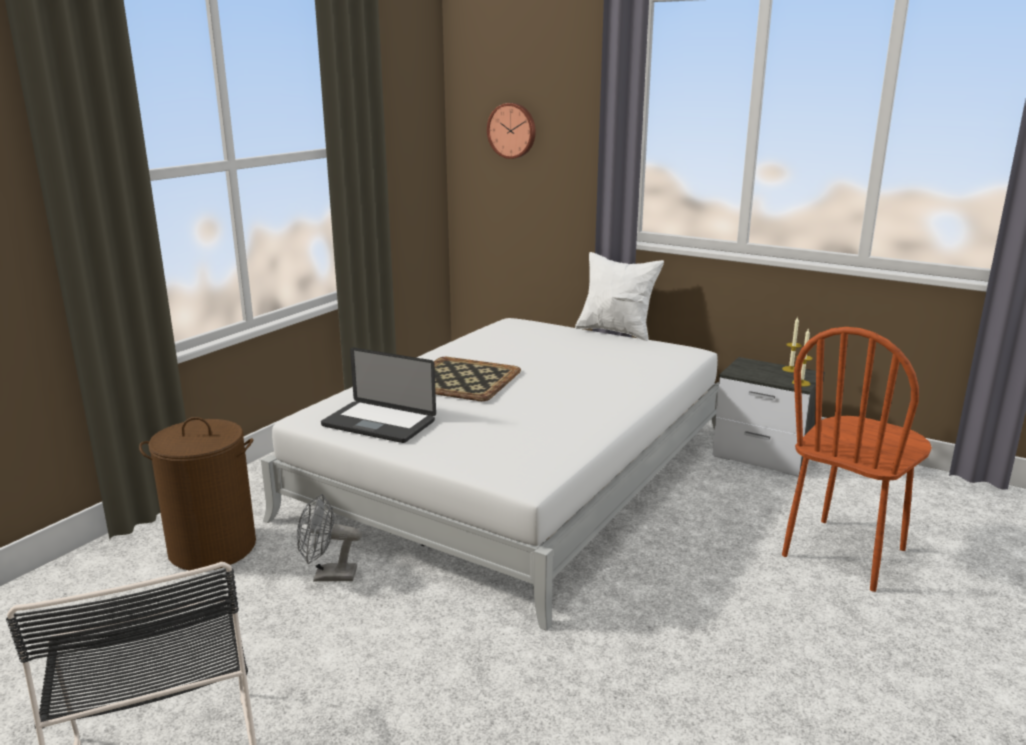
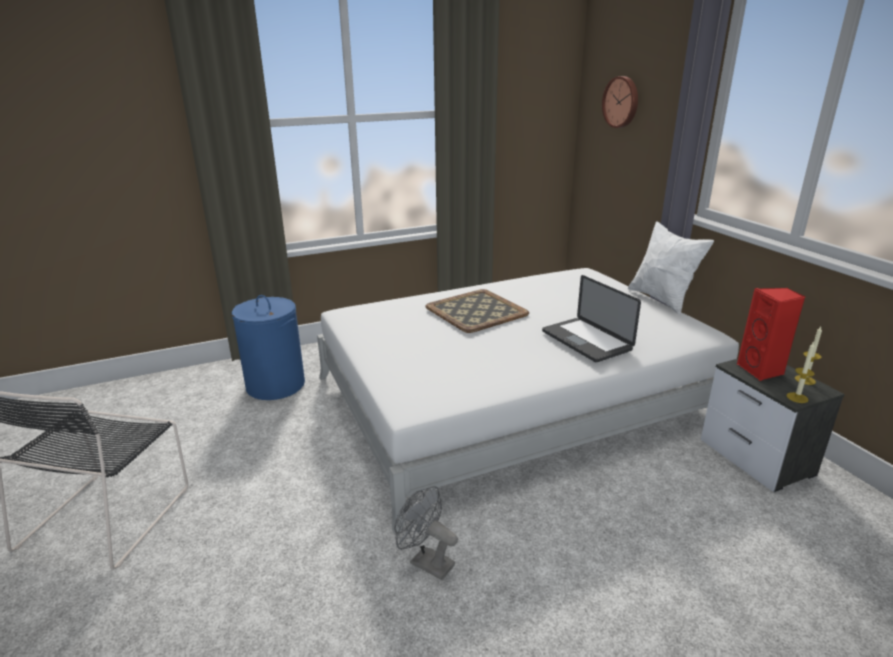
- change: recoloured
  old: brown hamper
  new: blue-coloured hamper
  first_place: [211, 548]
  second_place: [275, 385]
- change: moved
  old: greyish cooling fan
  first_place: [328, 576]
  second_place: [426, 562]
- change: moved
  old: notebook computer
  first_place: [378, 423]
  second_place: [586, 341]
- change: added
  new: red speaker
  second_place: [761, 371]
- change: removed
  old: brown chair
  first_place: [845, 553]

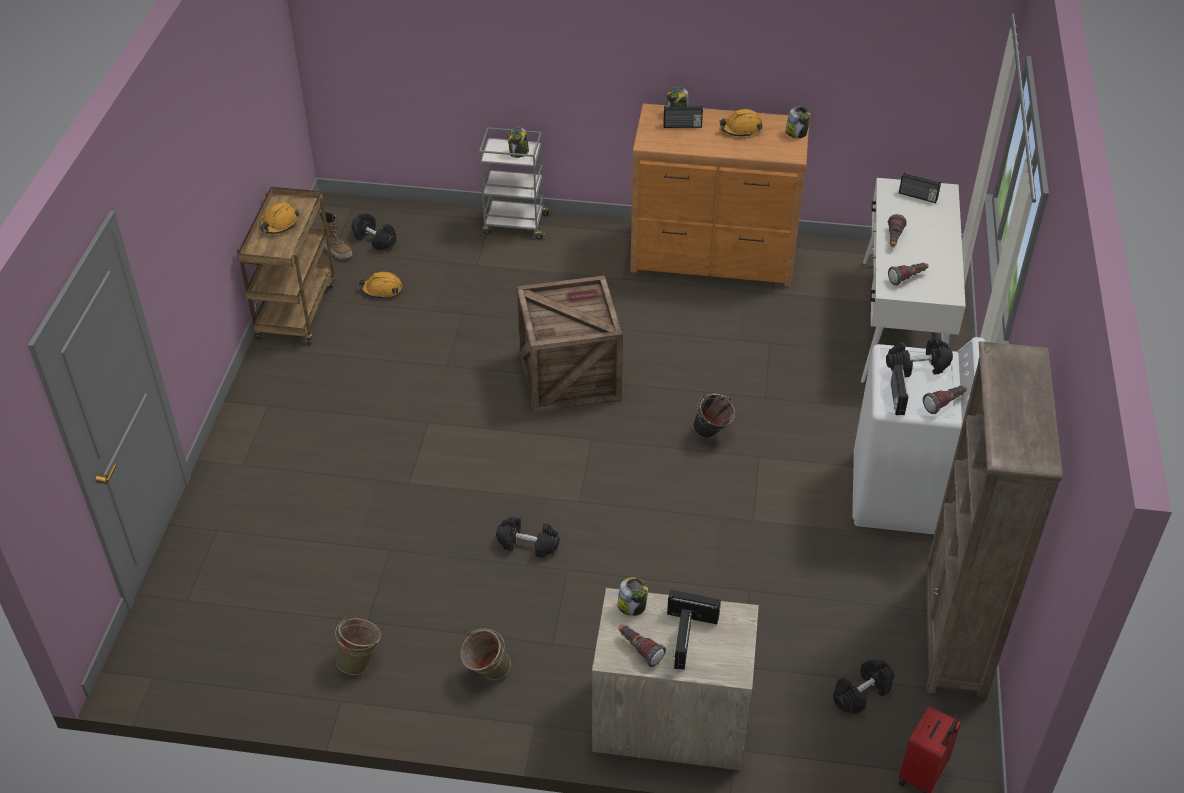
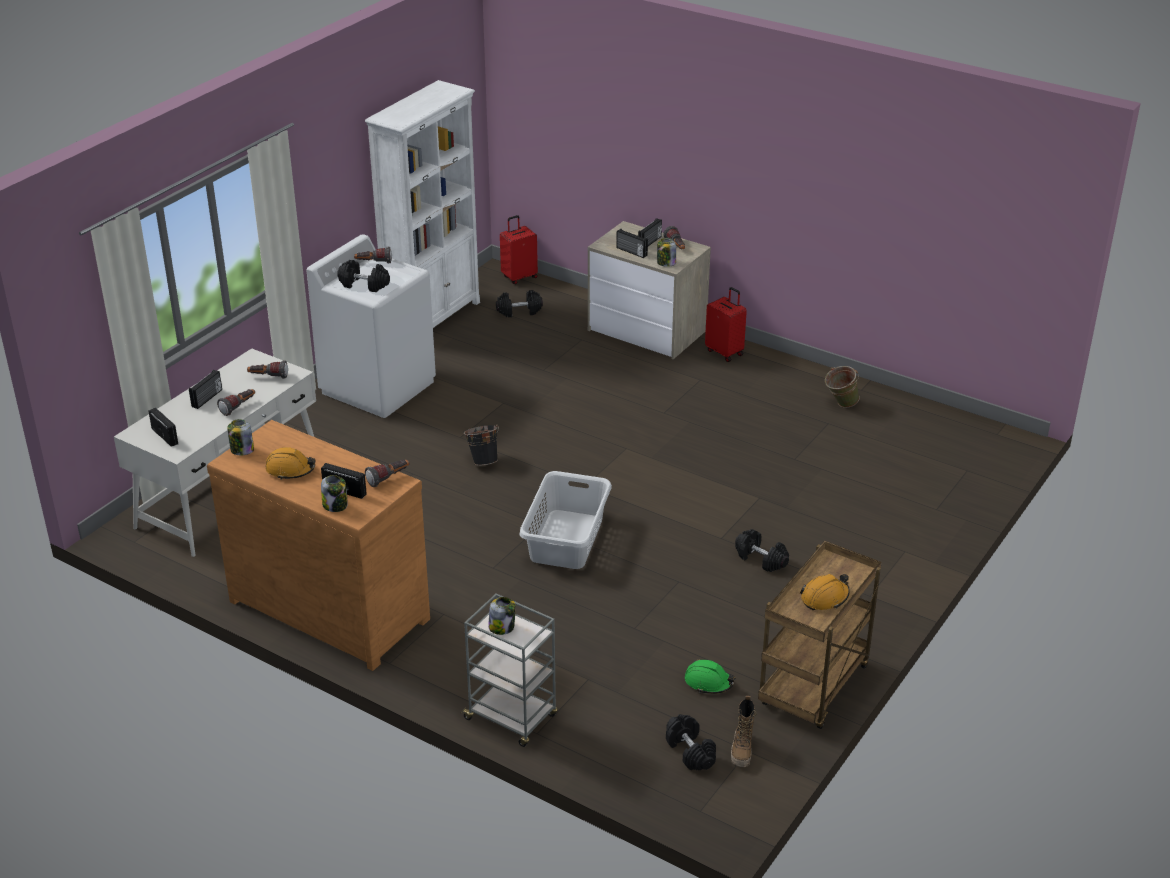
- change: moved
  old: radio
  first_place: [896, 398]
  second_place: [207, 398]
- change: recoloured
  old: brown bookshelf
  new: white-coloured bookshelf
  first_place: [953, 635]
  second_place: [433, 318]
- change: added
  new: torch
  second_place: [389, 478]
- change: replaced
  old: crate
  new: greyish hamper
  first_place: [570, 374]
  second_place: [565, 539]
- change: recoloured
  old: orangey safety helmet
  new: green safety helmet
  first_place: [382, 290]
  second_place: [708, 682]
- change: added
  new: red suitcase
  second_place: [725, 352]
- change: turned
  old: high-top boot
  first_place: [337, 250]
  second_place: [742, 751]
  degrees: -150
- change: moved
  old: blackish hand weight
  first_place: [528, 544]
  second_place: [760, 559]
- change: removed
  old: green bucket
  first_place: [486, 673]

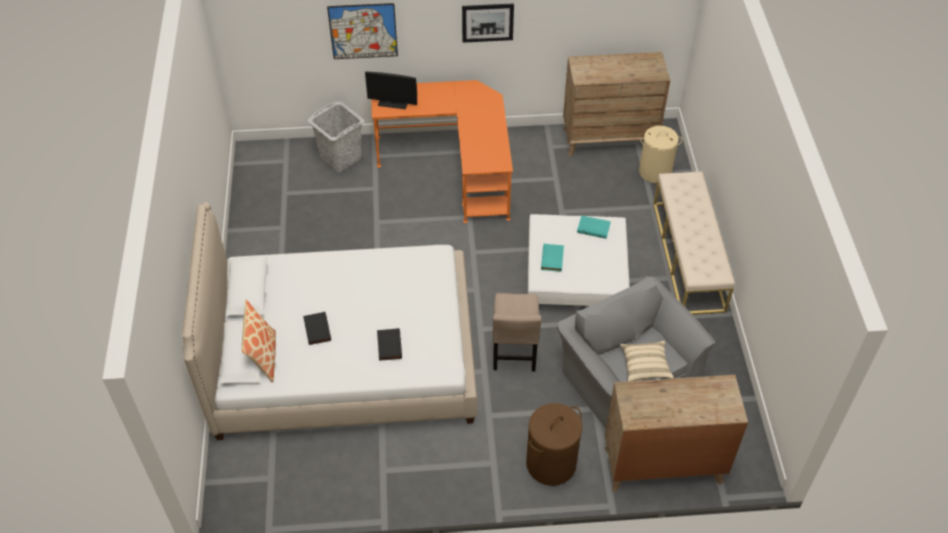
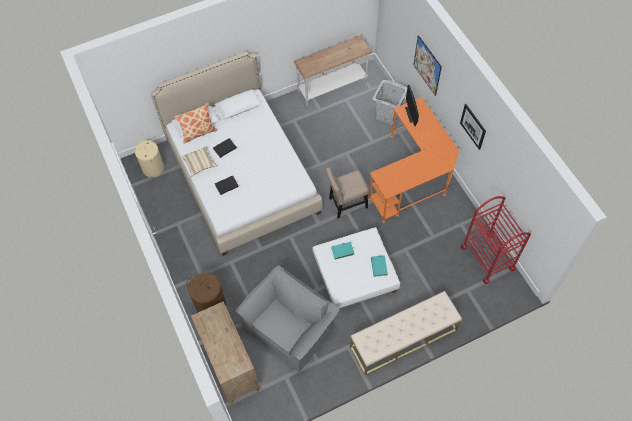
- change: moved
  old: beige-coloured hamper
  first_place: [654, 172]
  second_place: [153, 168]
- change: moved
  old: beige-coloured pillow
  first_place: [645, 366]
  second_place: [199, 164]
- change: added
  new: white-coloured console table
  second_place: [333, 87]
- change: moved
  old: beige-coloured chair
  first_place: [514, 352]
  second_place: [346, 204]
- change: replaced
  old: brown dresser
  new: red cart
  first_place: [609, 140]
  second_place: [487, 258]

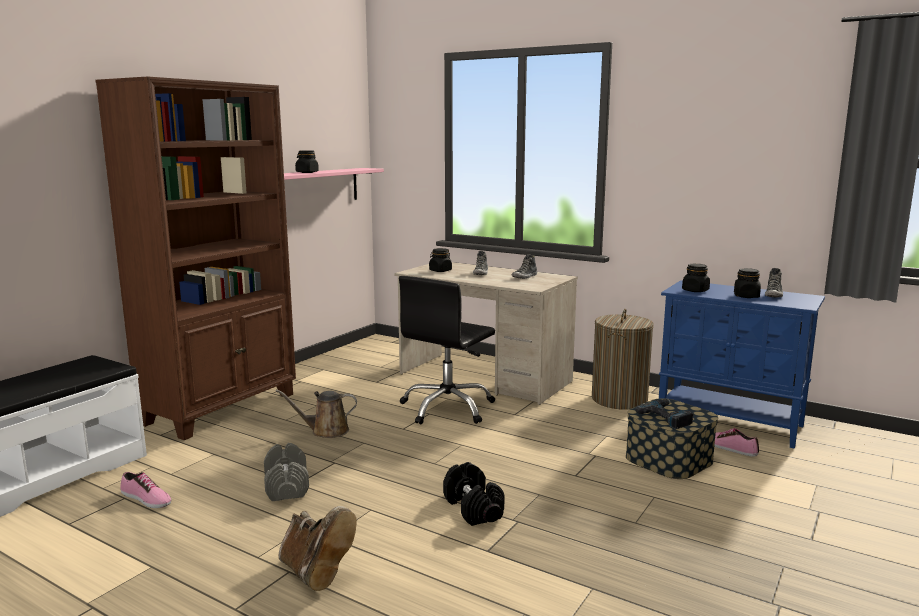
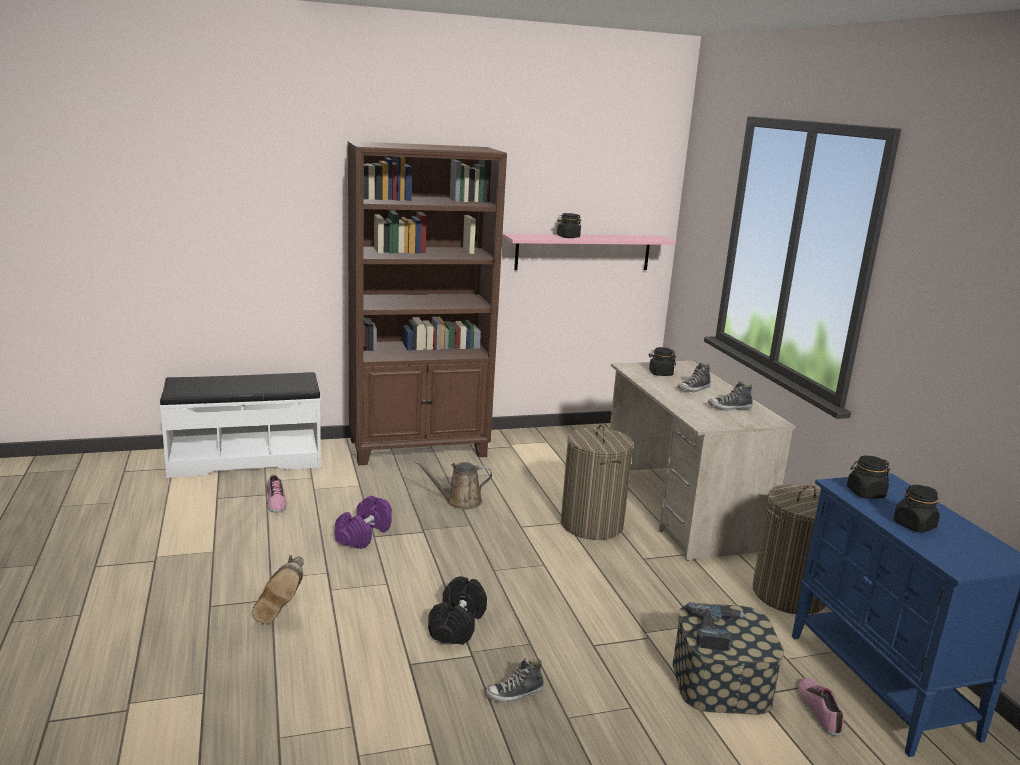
- change: recoloured
  old: greyish hand weight
  new: purple-coloured hand weight
  first_place: [287, 486]
  second_place: [363, 535]
- change: turned
  old: brown watering can
  first_place: [326, 431]
  second_place: [459, 501]
  degrees: -45
- change: moved
  old: low shoe
  first_place: [774, 295]
  second_place: [514, 694]
- change: replaced
  old: blackish office chair
  new: hamper
  first_place: [447, 408]
  second_place: [591, 524]

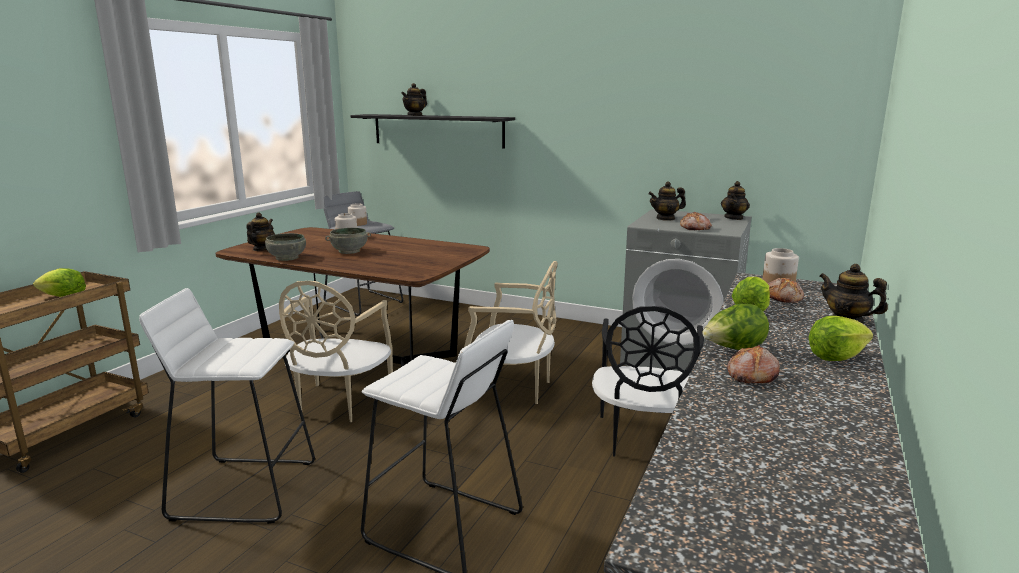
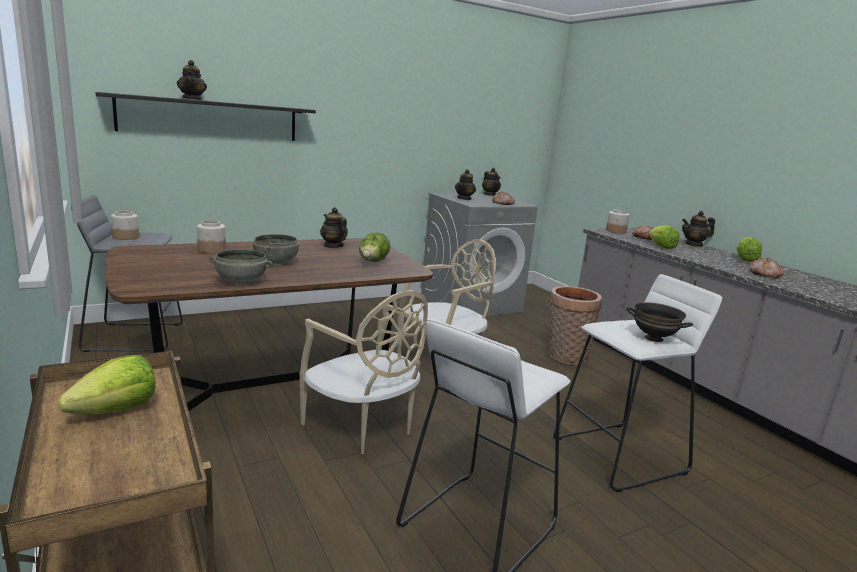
- change: moved
  old: tea pot
  first_place: [262, 249]
  second_place: [333, 246]
- change: moved
  old: lettuce
  first_place: [733, 350]
  second_place: [373, 262]
- change: replaced
  old: blackish chair
  new: household basket
  first_place: [644, 440]
  second_place: [565, 357]
- change: added
  new: blackish bowl
  second_place: [653, 338]

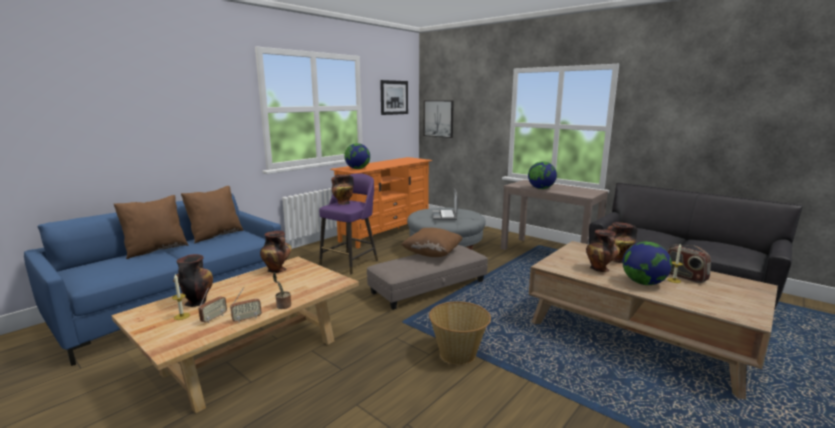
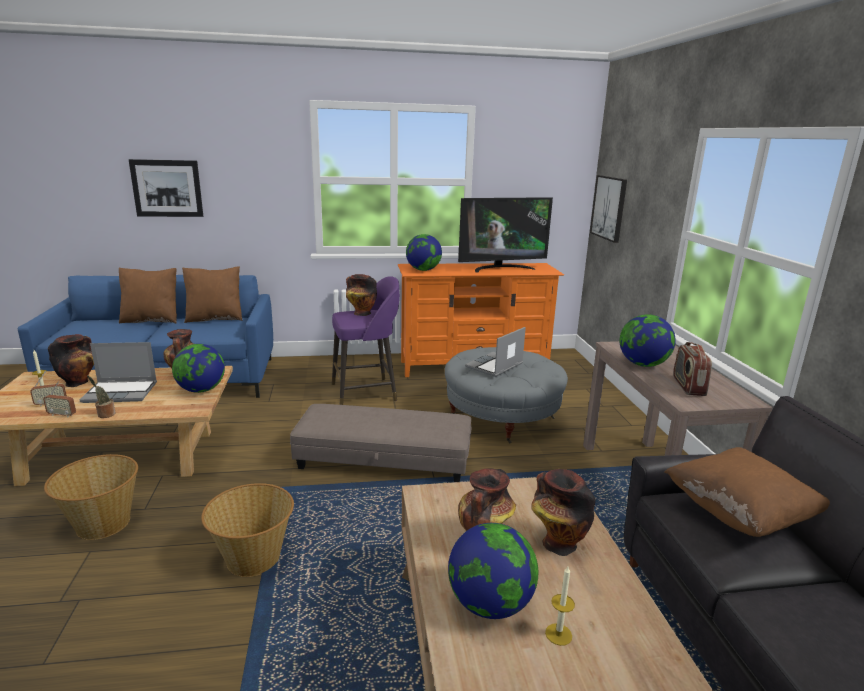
- change: added
  new: household basket
  second_place: [102, 523]
- change: added
  new: notebook computer
  second_place: [121, 392]
- change: moved
  old: picture
  first_place: [394, 97]
  second_place: [167, 188]
- change: added
  new: globe
  second_place: [201, 390]
- change: added
  new: TV set
  second_place: [501, 268]
- change: moved
  old: brown pillow
  first_place: [432, 254]
  second_place: [738, 514]
- change: moved
  old: radio
  first_place: [684, 276]
  second_place: [688, 386]

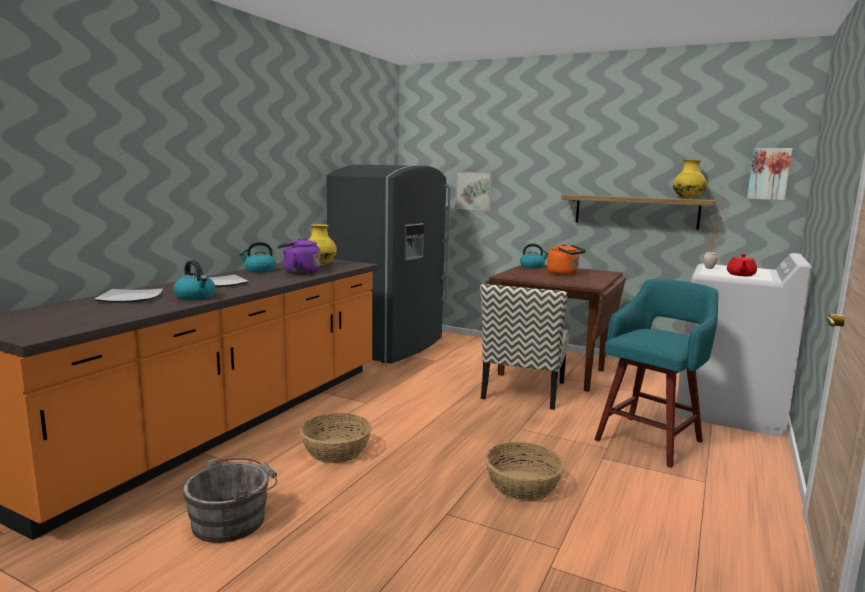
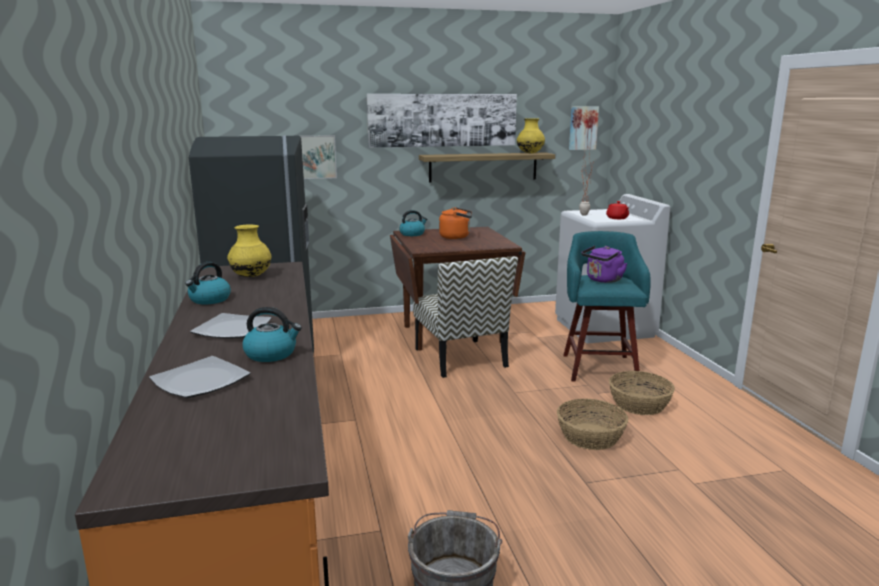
- change: added
  new: picture
  second_place: [442, 120]
- change: moved
  old: purple-coloured water kettle
  first_place: [299, 272]
  second_place: [603, 280]
- change: moved
  old: household basket
  first_place: [335, 450]
  second_place: [638, 404]

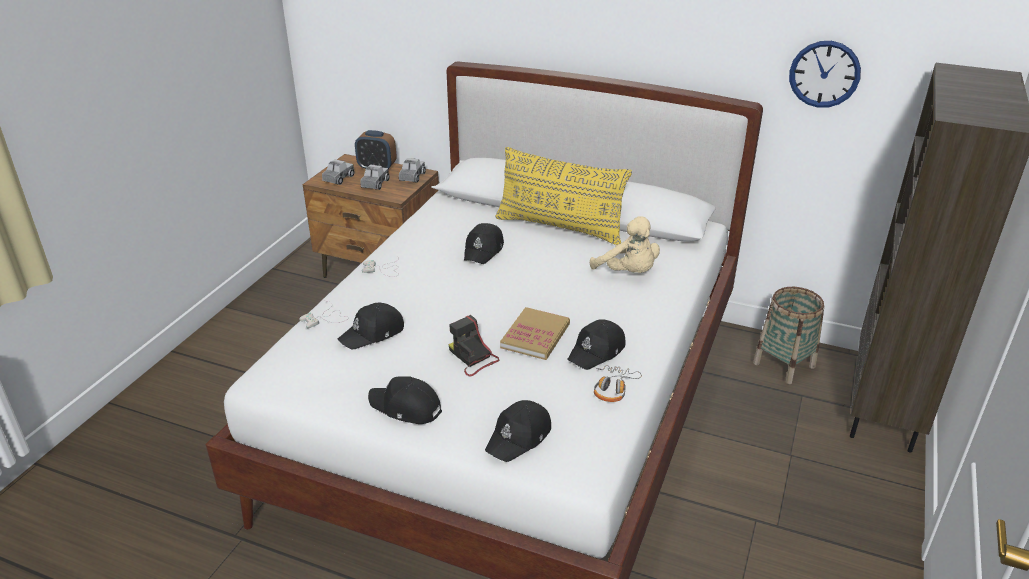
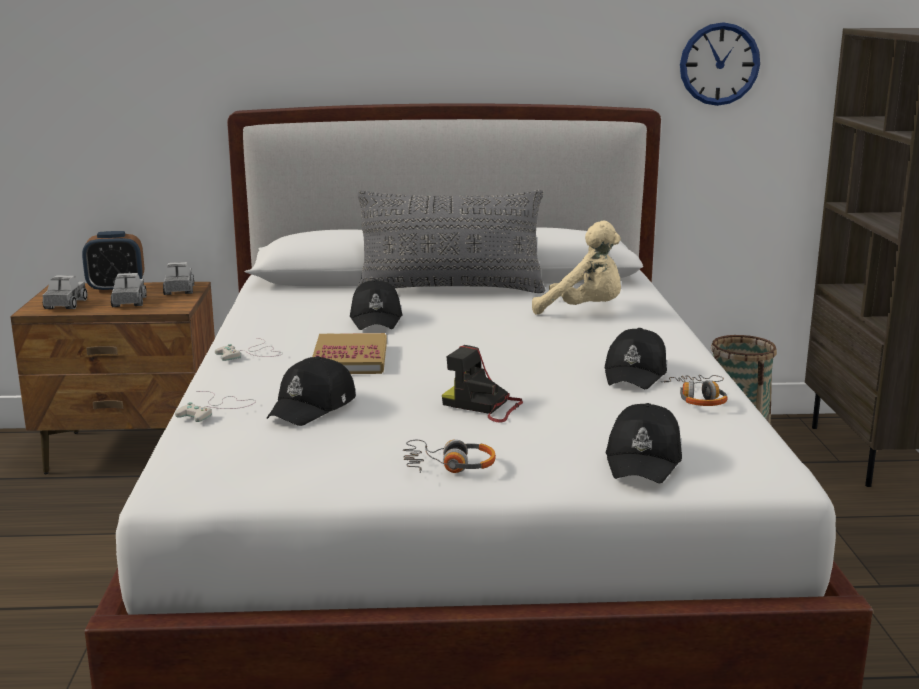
- change: moved
  old: book
  first_place: [535, 336]
  second_place: [350, 358]
- change: recoloured
  old: yellow pillow
  new: greyish pillow
  first_place: [560, 227]
  second_place: [451, 290]
- change: replaced
  old: blackish peaked cap
  new: headphones
  first_place: [405, 407]
  second_place: [448, 466]

